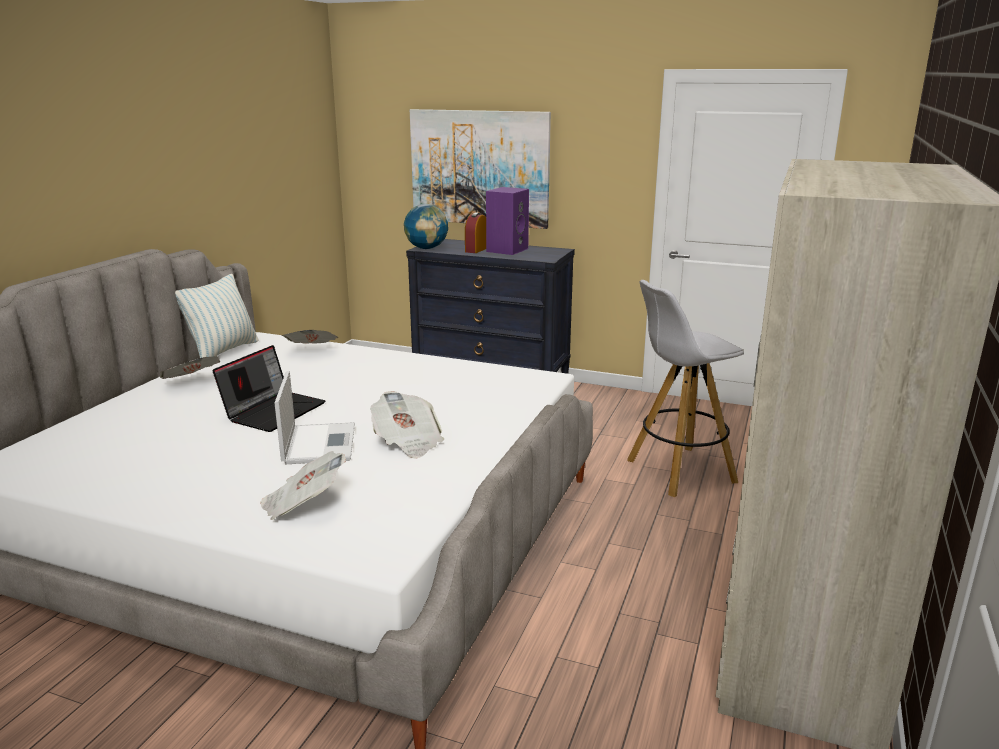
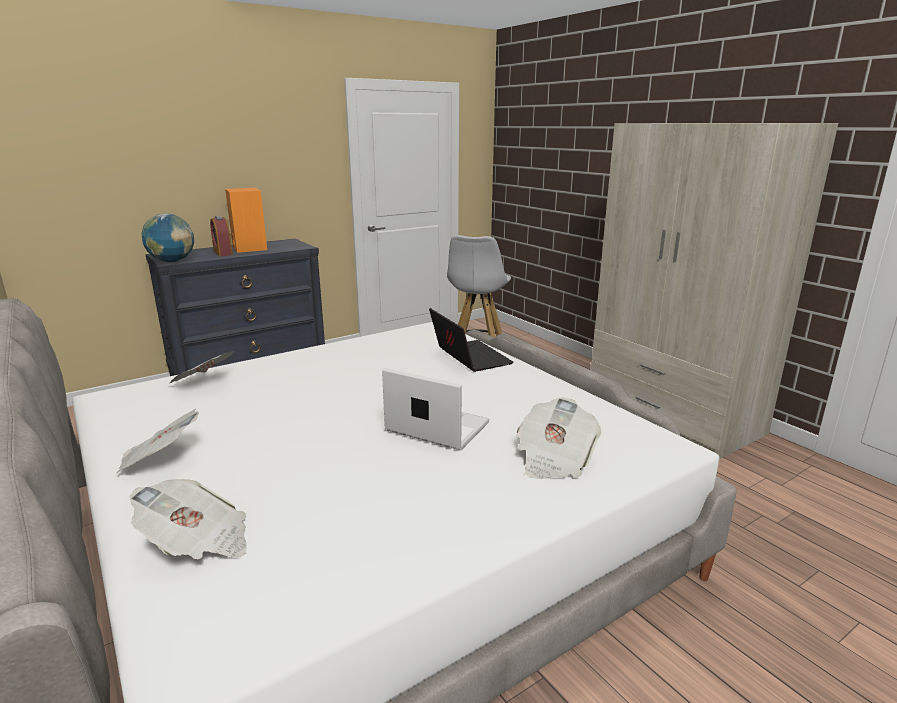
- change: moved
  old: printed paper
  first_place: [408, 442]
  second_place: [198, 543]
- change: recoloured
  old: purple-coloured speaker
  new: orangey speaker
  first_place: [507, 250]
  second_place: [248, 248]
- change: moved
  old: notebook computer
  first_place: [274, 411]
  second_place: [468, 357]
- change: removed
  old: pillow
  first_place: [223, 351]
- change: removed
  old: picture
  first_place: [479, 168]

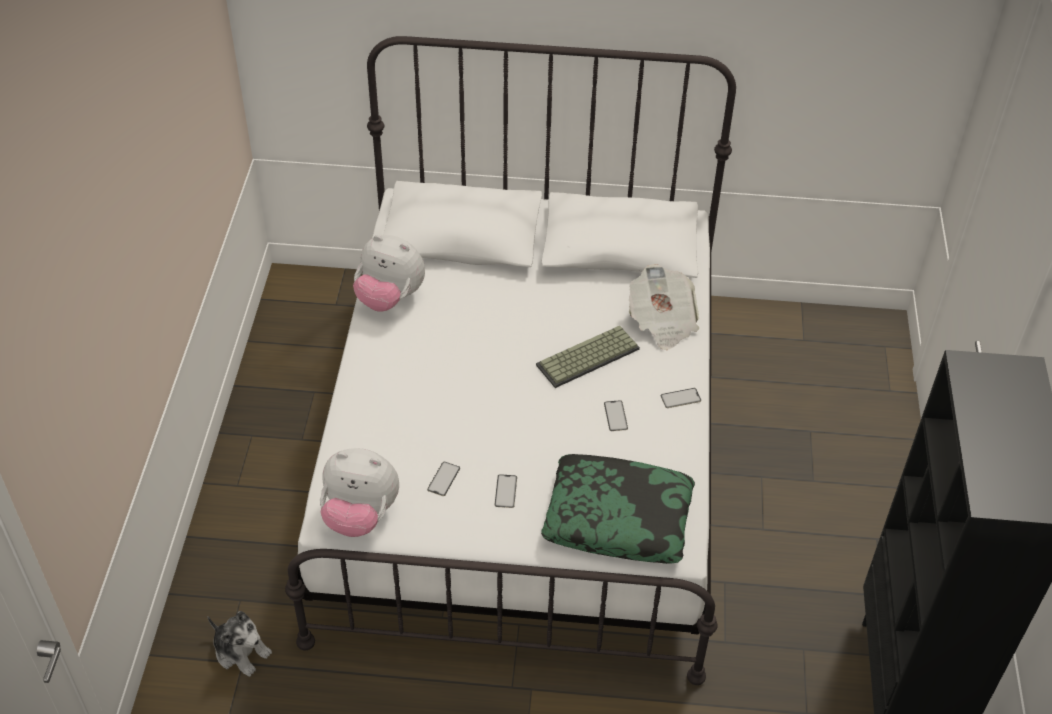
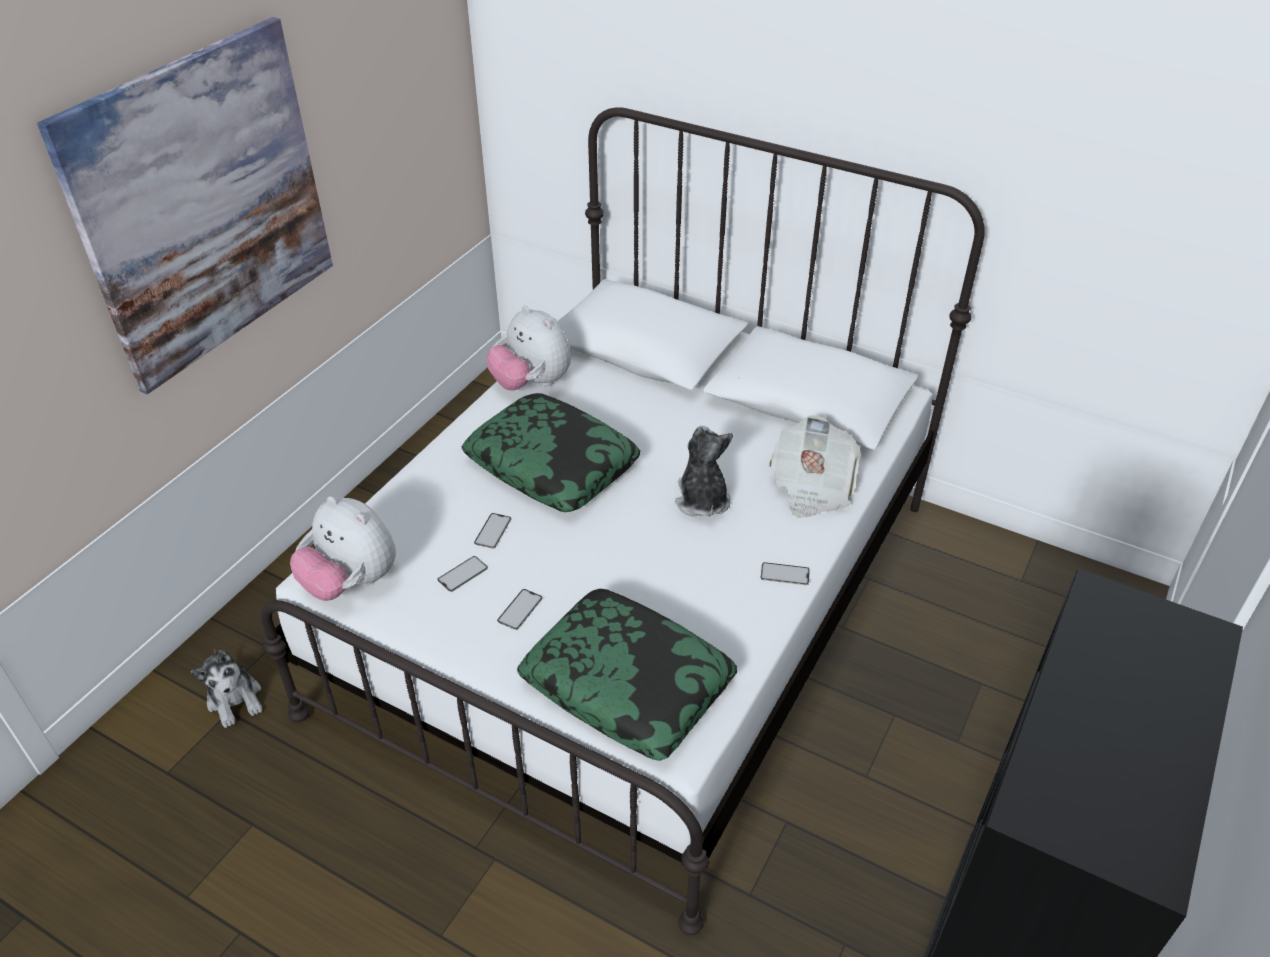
- change: added
  new: picture
  second_place: [205, 205]
- change: added
  new: pillow
  second_place: [552, 464]
- change: moved
  old: telephone
  first_place: [615, 416]
  second_place: [493, 531]
- change: replaced
  old: PC keyboard
  new: soft toy
  first_place: [588, 358]
  second_place: [702, 500]

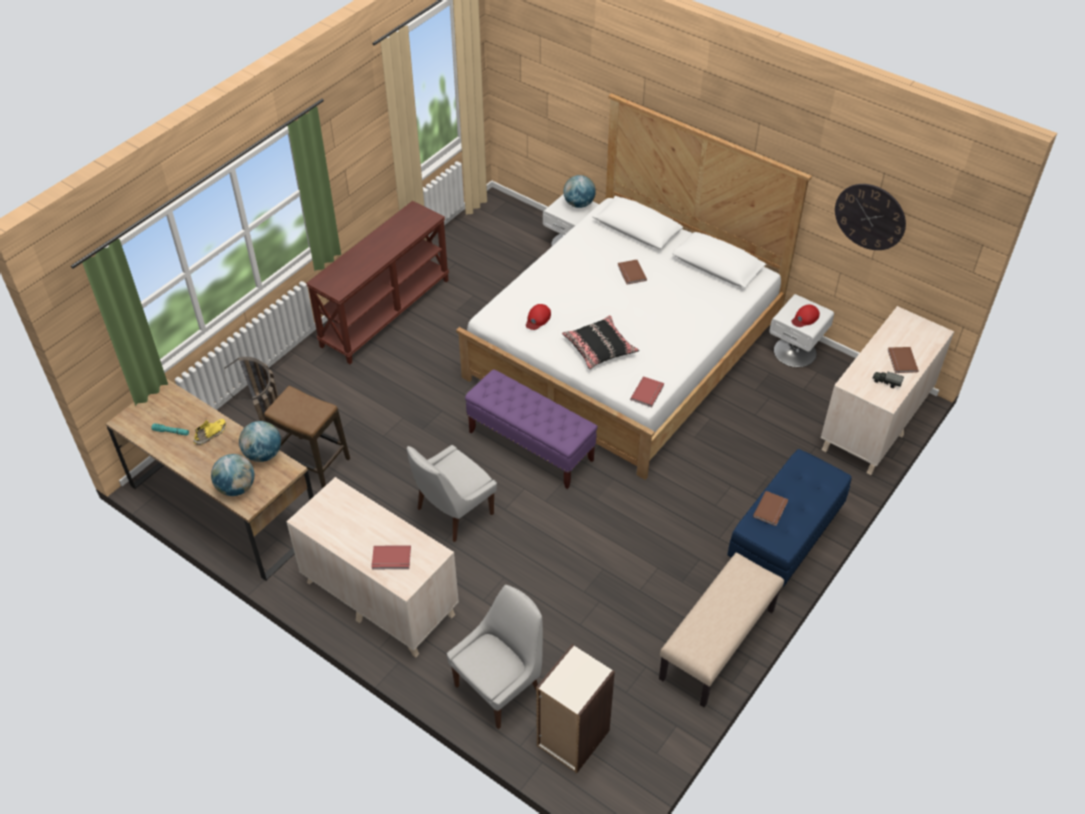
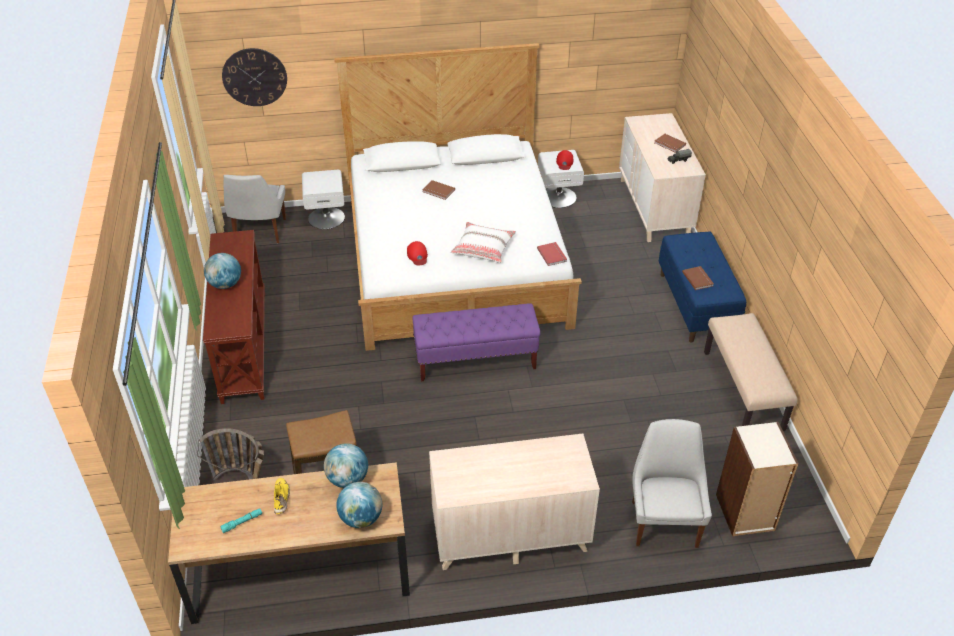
- change: moved
  old: globe
  first_place: [579, 204]
  second_place: [225, 284]
- change: moved
  old: clock on the wall
  first_place: [870, 216]
  second_place: [254, 77]
- change: moved
  old: white-coloured chair
  first_place: [452, 513]
  second_place: [259, 232]
- change: recoloured
  old: blackish pillow
  new: white-coloured pillow
  first_place: [600, 348]
  second_place: [483, 248]
- change: removed
  old: red book
  first_place: [391, 559]

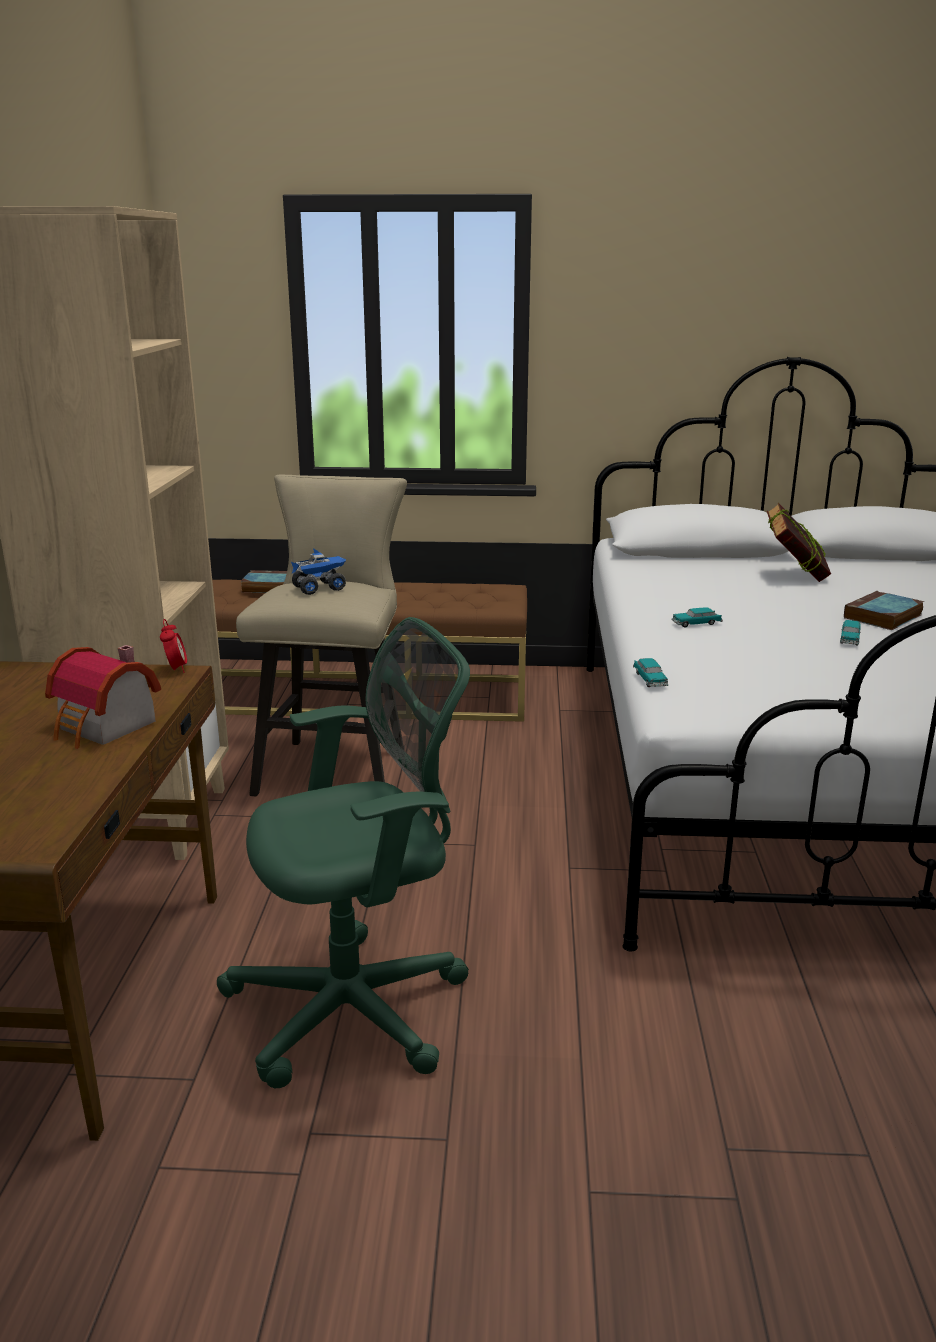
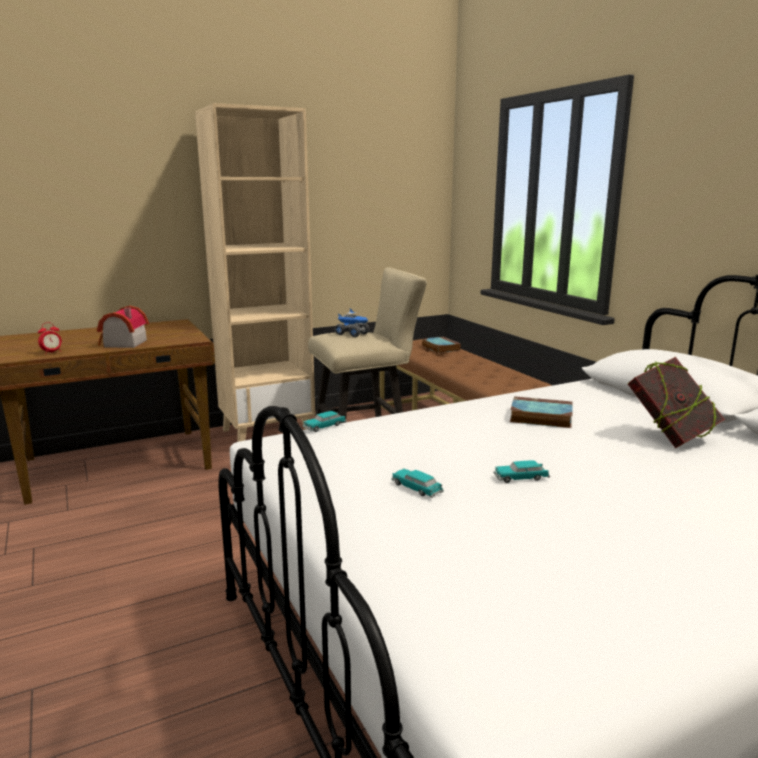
- change: moved
  old: alarm clock
  first_place: [176, 669]
  second_place: [52, 352]
- change: moved
  old: miniature car
  first_place: [696, 623]
  second_place: [416, 488]
- change: moved
  old: book
  first_place: [882, 617]
  second_place: [539, 417]
- change: removed
  old: green office chair
  first_place: [359, 1007]

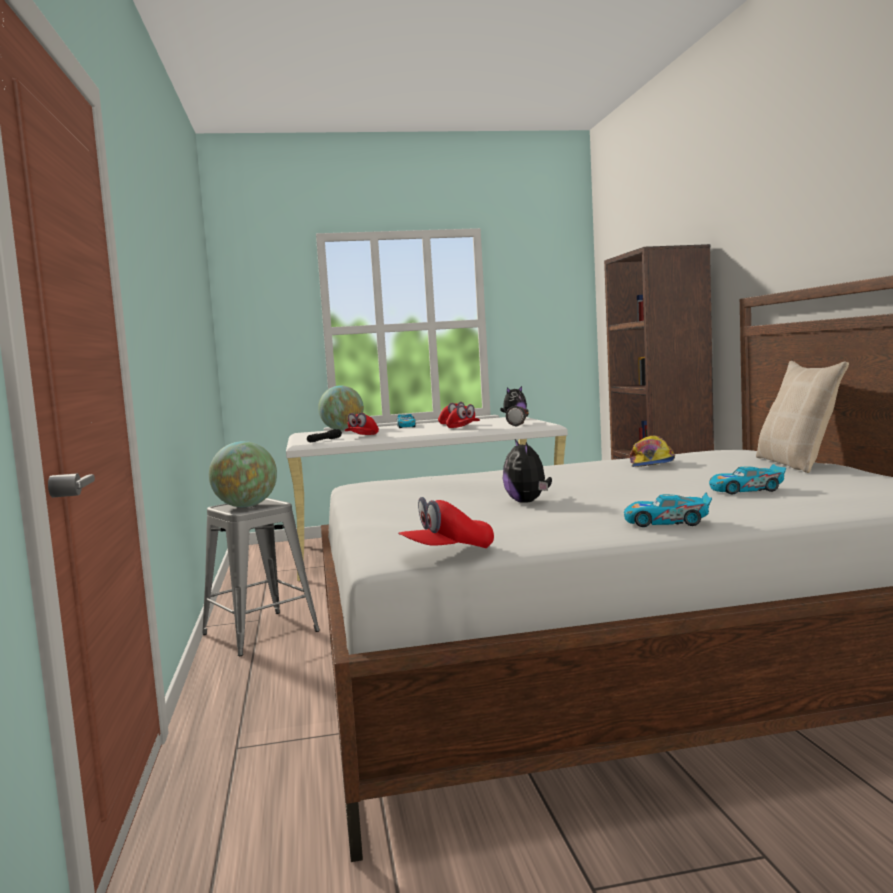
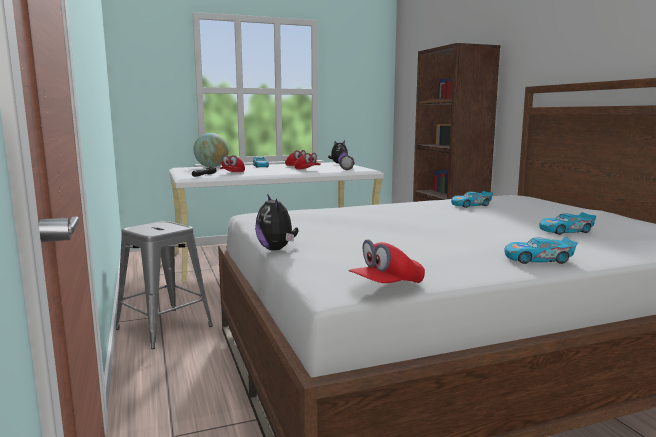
- change: moved
  old: soft toy
  first_place: [528, 502]
  second_place: [277, 249]
- change: replaced
  old: peaked cap
  new: miniature car
  first_place: [652, 463]
  second_place: [470, 205]
- change: removed
  old: globe
  first_place: [246, 506]
- change: removed
  old: beige-coloured pillow
  first_place: [798, 464]

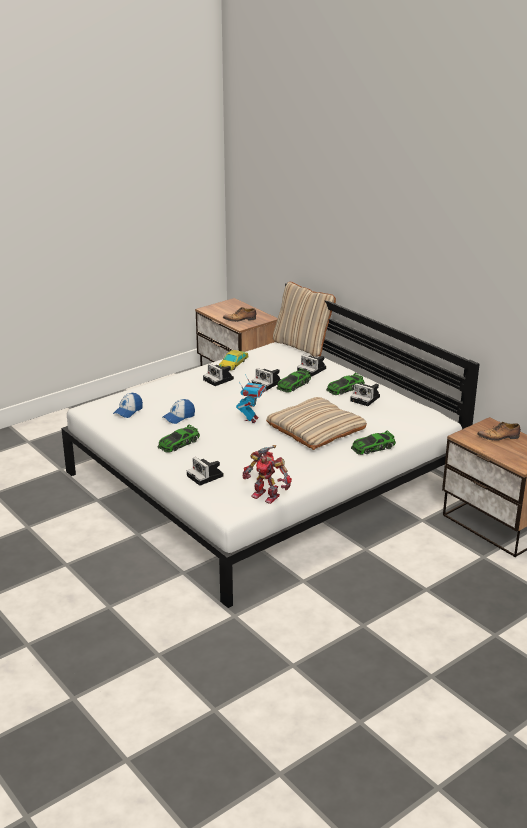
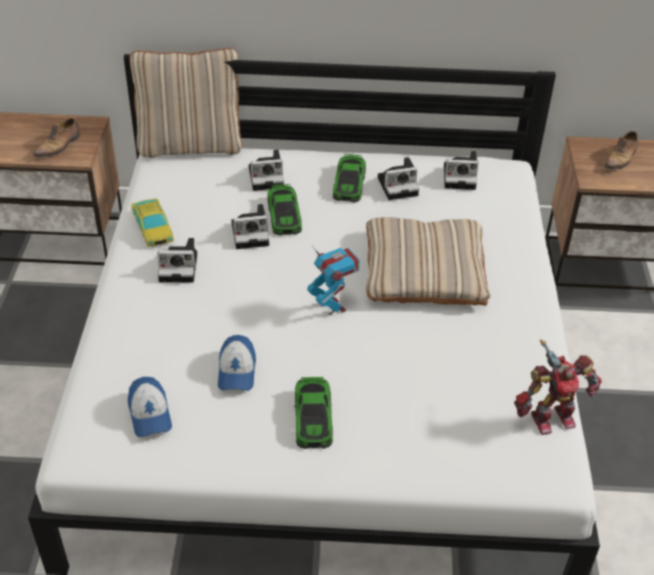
- change: moved
  old: photo camera
  first_place: [206, 476]
  second_place: [461, 177]
- change: removed
  old: miniature car
  first_place: [372, 447]

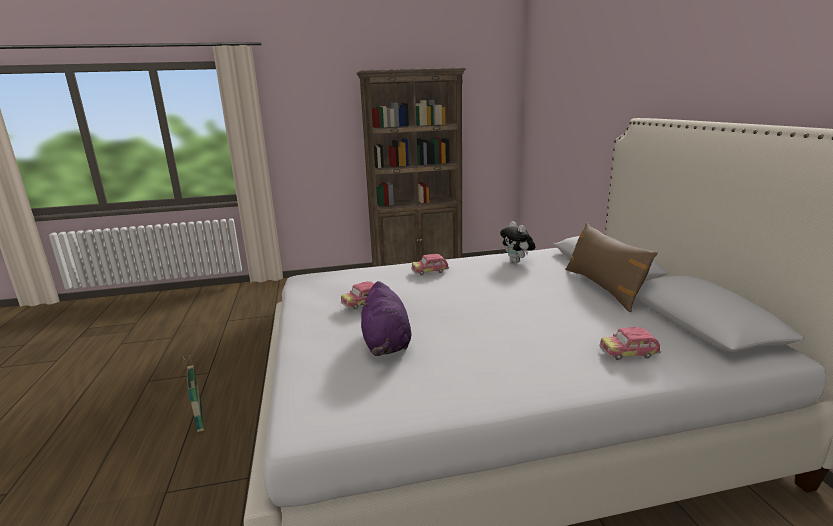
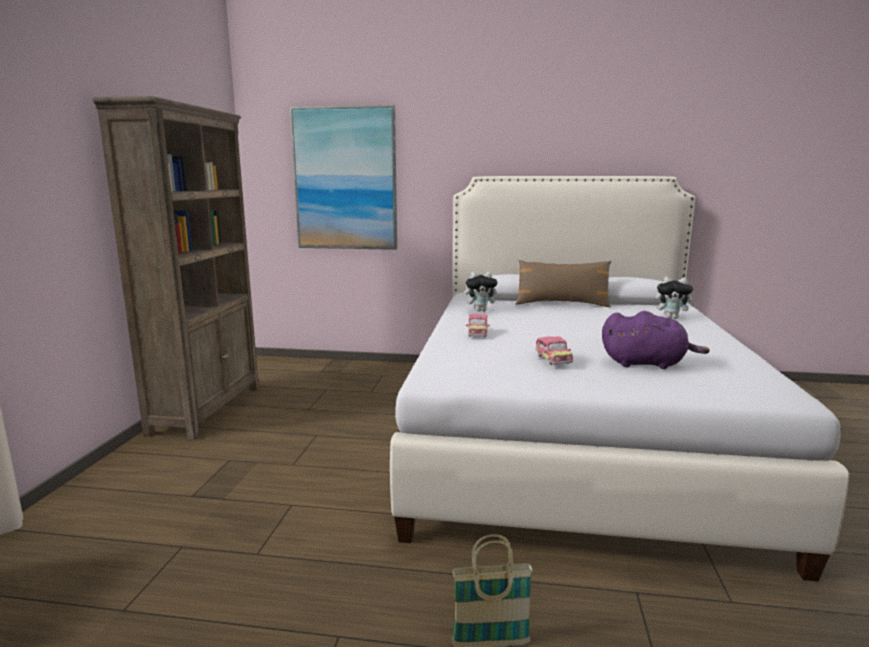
- change: added
  new: picture
  second_place: [345, 179]
- change: replaced
  old: miniature car
  new: soft toy
  first_place: [629, 353]
  second_place: [672, 317]

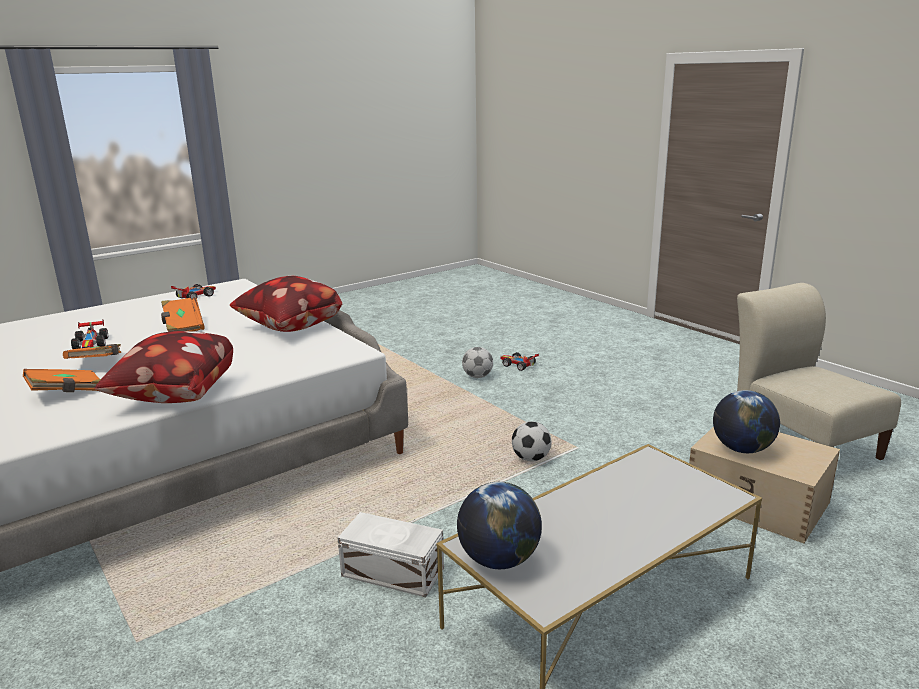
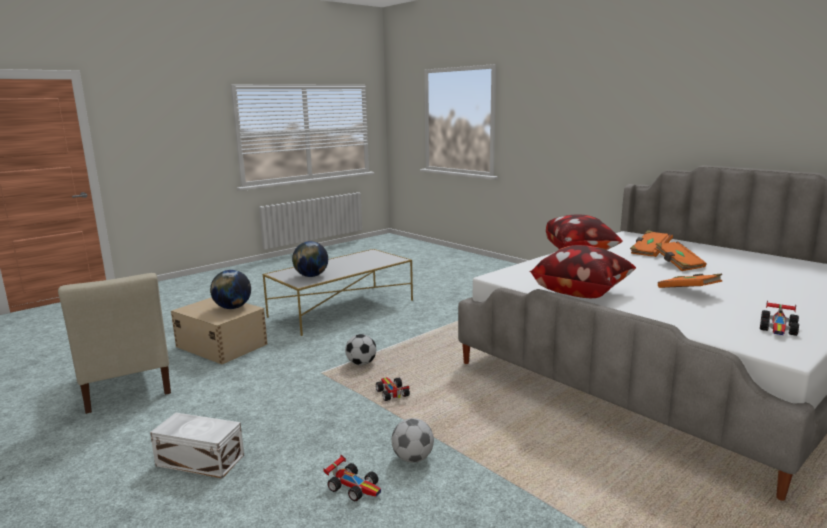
- change: moved
  old: white-coloured storage container
  first_place: [393, 573]
  second_place: [200, 459]
- change: moved
  old: globe
  first_place: [499, 560]
  second_place: [311, 276]
- change: moved
  old: miniature car
  first_place: [92, 344]
  second_place: [391, 393]

